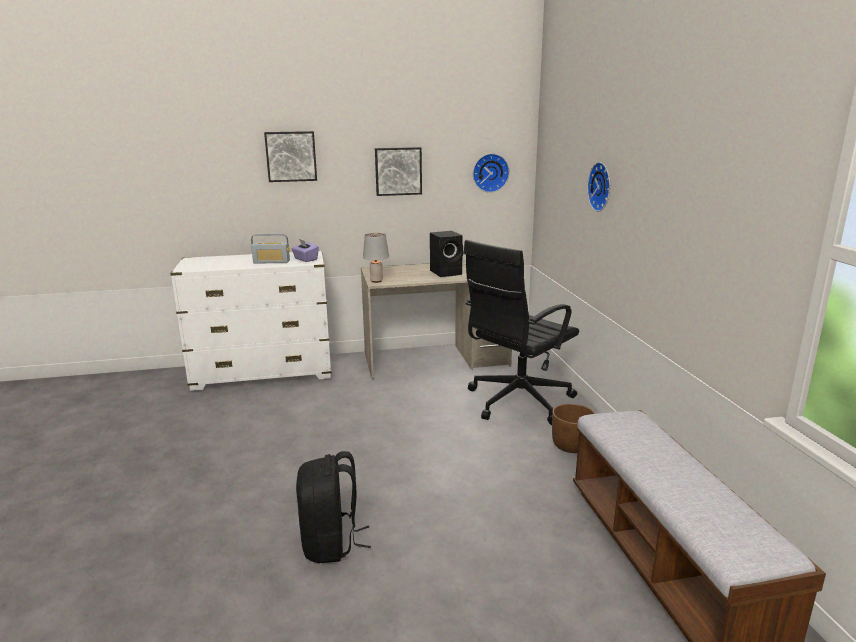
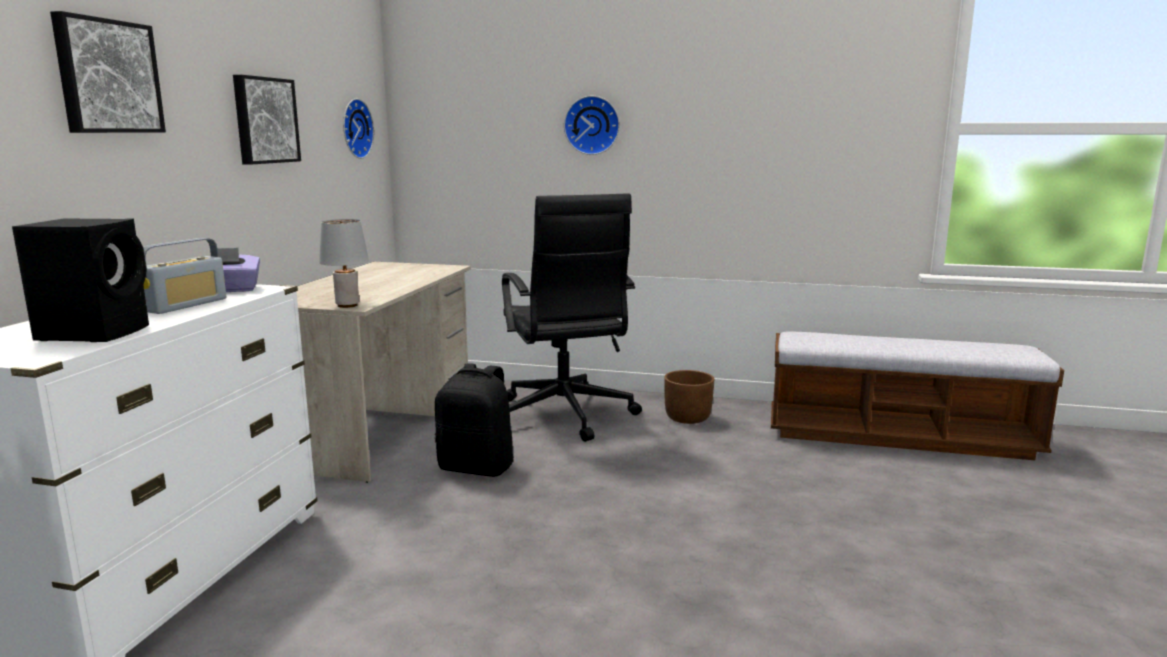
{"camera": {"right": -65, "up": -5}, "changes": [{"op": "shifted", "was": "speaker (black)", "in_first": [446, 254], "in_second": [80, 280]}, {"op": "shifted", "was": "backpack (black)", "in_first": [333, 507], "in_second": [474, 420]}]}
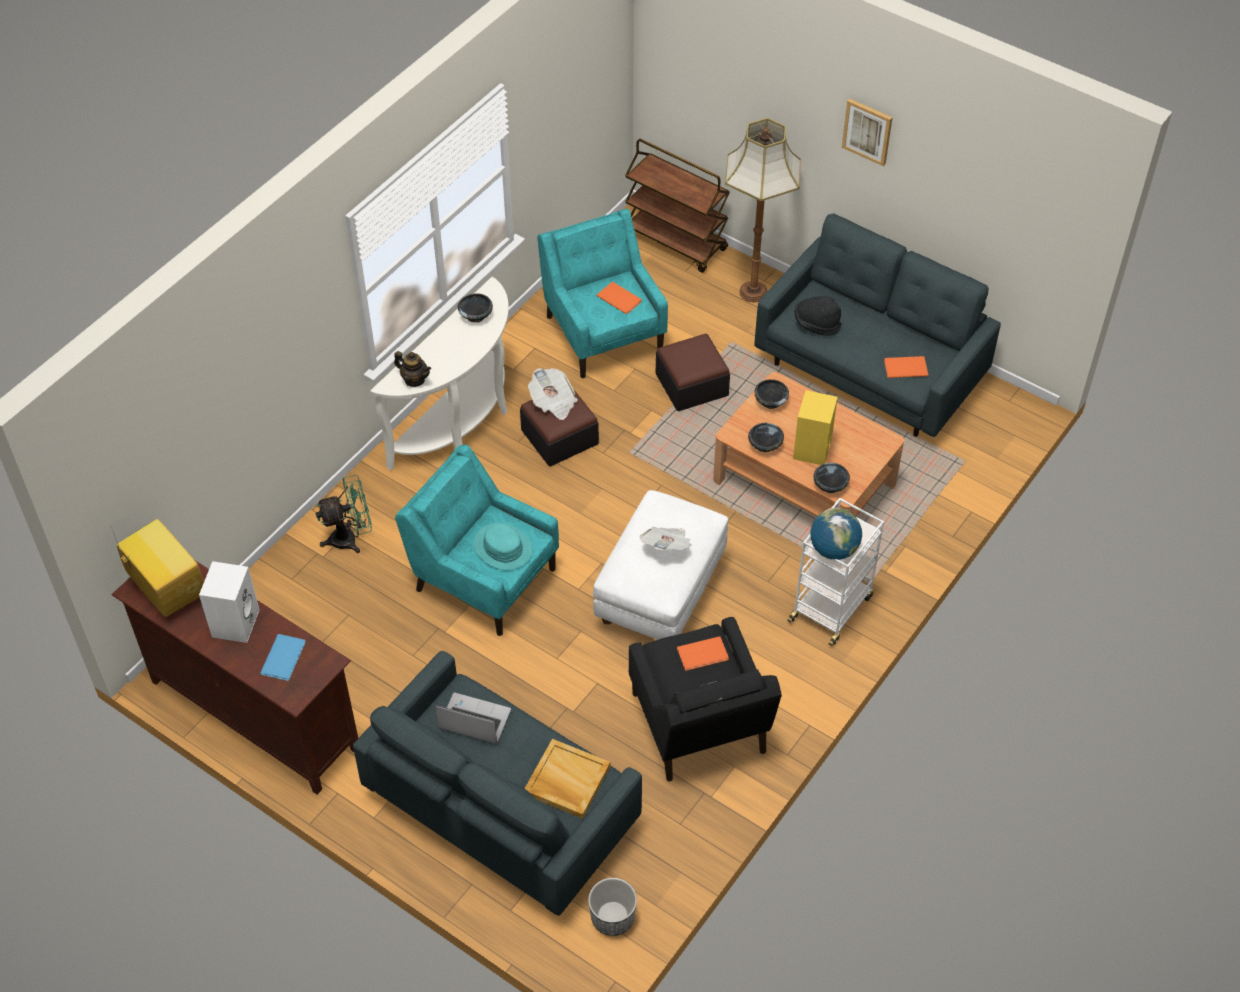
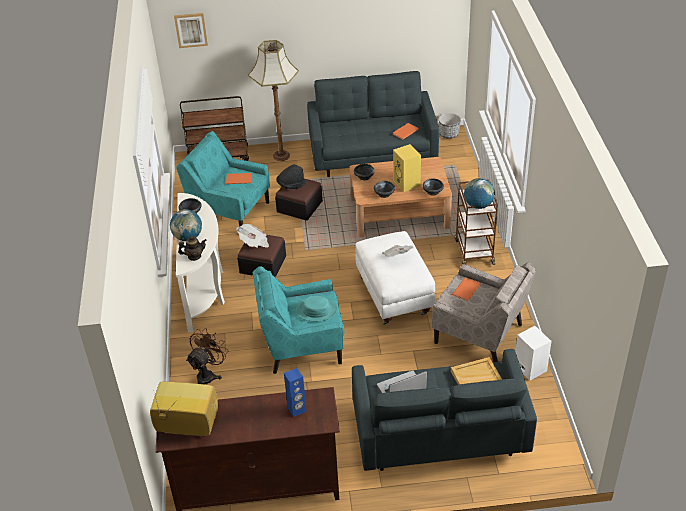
{"camera": {"right": -40, "up": -10}, "changes": [{"op": "shifted", "was": "picture", "in_first": [867, 132], "in_second": [191, 30]}, {"op": "shifted", "was": "hat (black)", "in_first": [818, 316], "in_second": [291, 177]}, {"op": "repainted", "was": "fan (green)", "now": "fan (brown)", "in_first": [343, 514], "in_second": [207, 356]}, {"op": "repainted", "was": "cart (white)", "now": "cart (brown)", "in_first": [835, 572], "in_second": [476, 222]}, {"op": "shifted", "was": "speaker (white)", "in_first": [229, 602], "in_second": [533, 353]}, {"op": "repainted", "was": "armchair (black)", "now": "armchair (beige)", "in_first": [705, 699], "in_second": [484, 312]}, {"op": "swapped", "was": "book (blue)", "now": "speaker (blue)", "in_first": [283, 657], "in_second": [295, 392]}, {"op": "shifted", "was": "planter", "in_first": [612, 907], "in_second": [450, 126]}, {"op": "new", "now": "globe", "in_second": [186, 225]}]}
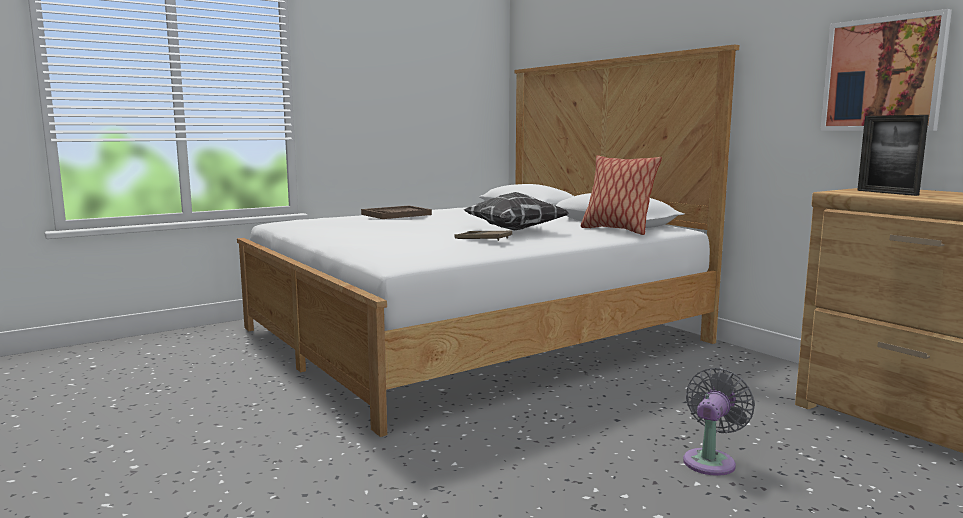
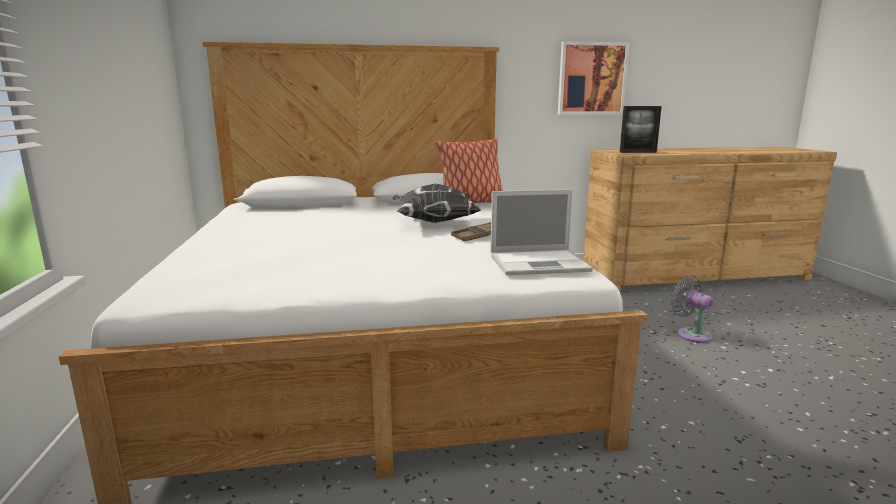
{"camera": {"right": -65, "up": 5}, "changes": [{"op": "gone", "was": "tray (brown)", "in_first": [396, 212]}, {"op": "new", "now": "laptop", "in_second": [541, 232]}]}
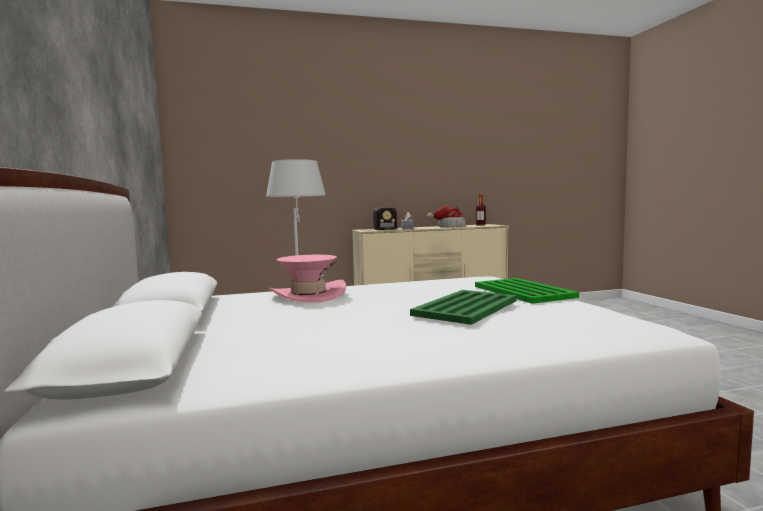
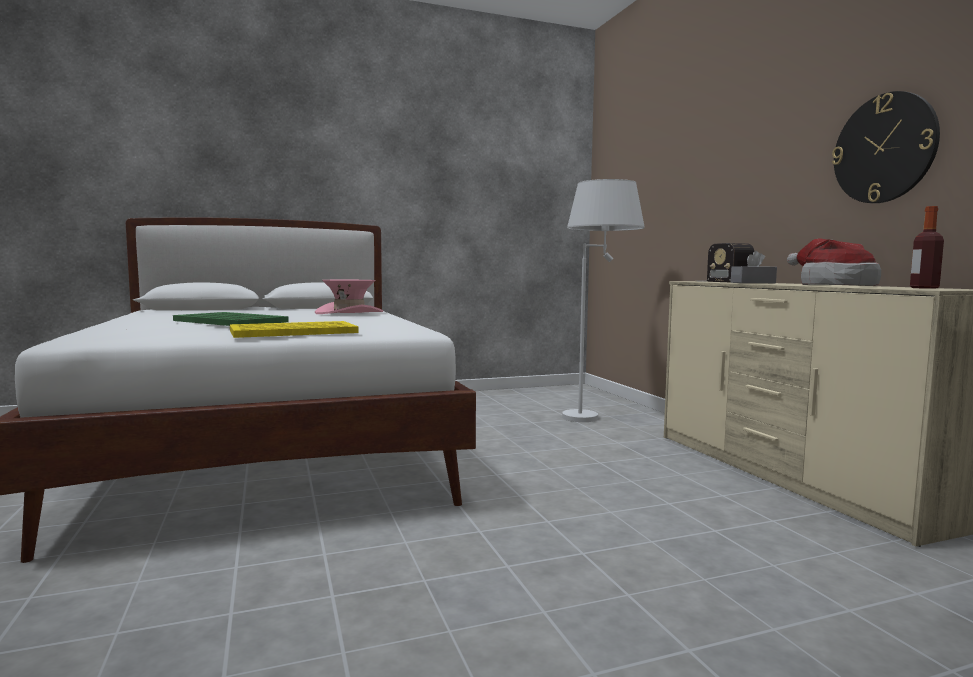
{"camera": {"right": 85, "up": 0}, "changes": [{"op": "repainted", "was": "tray (green)", "now": "tray (yellow)", "in_first": [527, 291], "in_second": [294, 329]}, {"op": "new", "now": "wall clock", "in_second": [886, 147]}]}
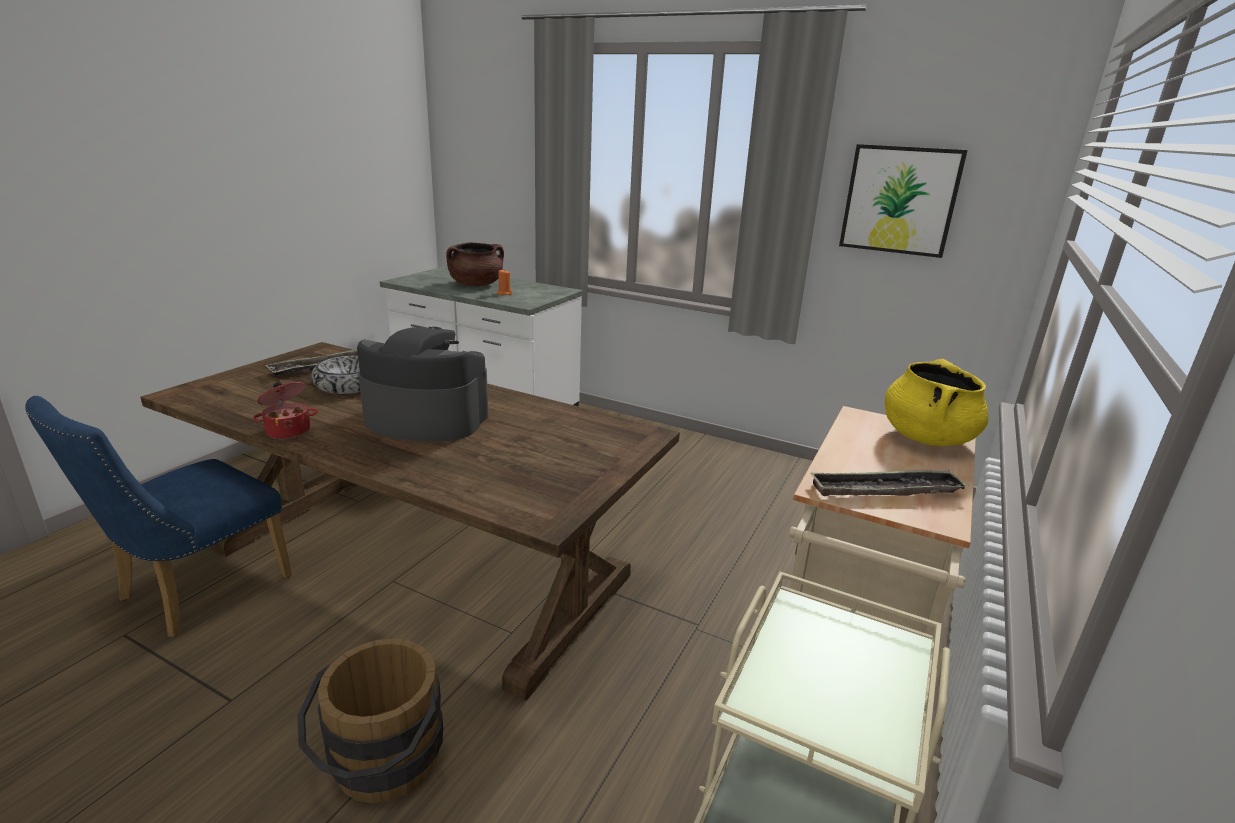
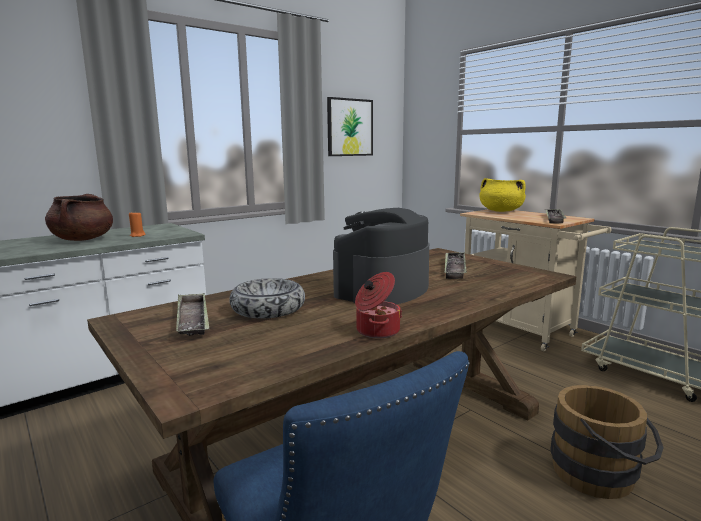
{"camera": {"right": -65, "up": -10}, "changes": [{"op": "new", "now": "tray", "in_second": [456, 265]}]}
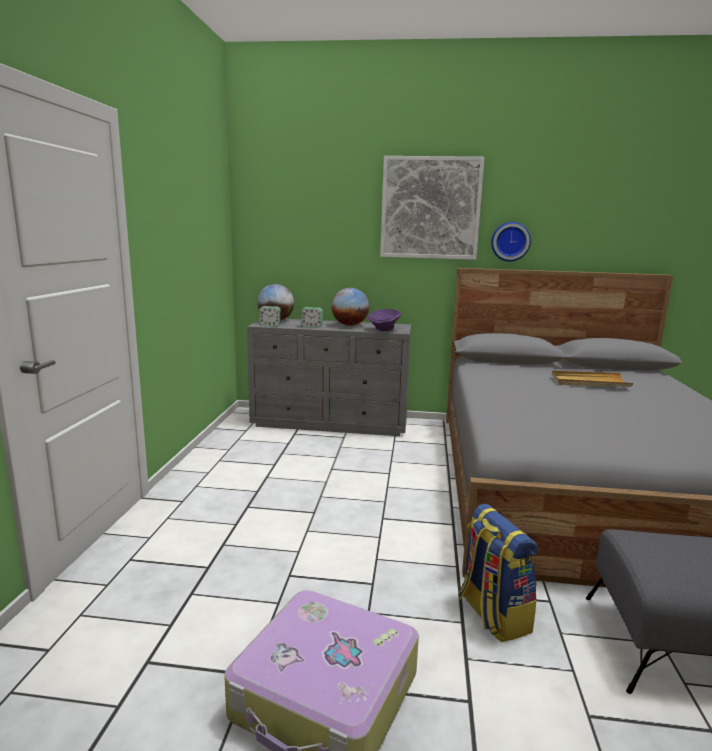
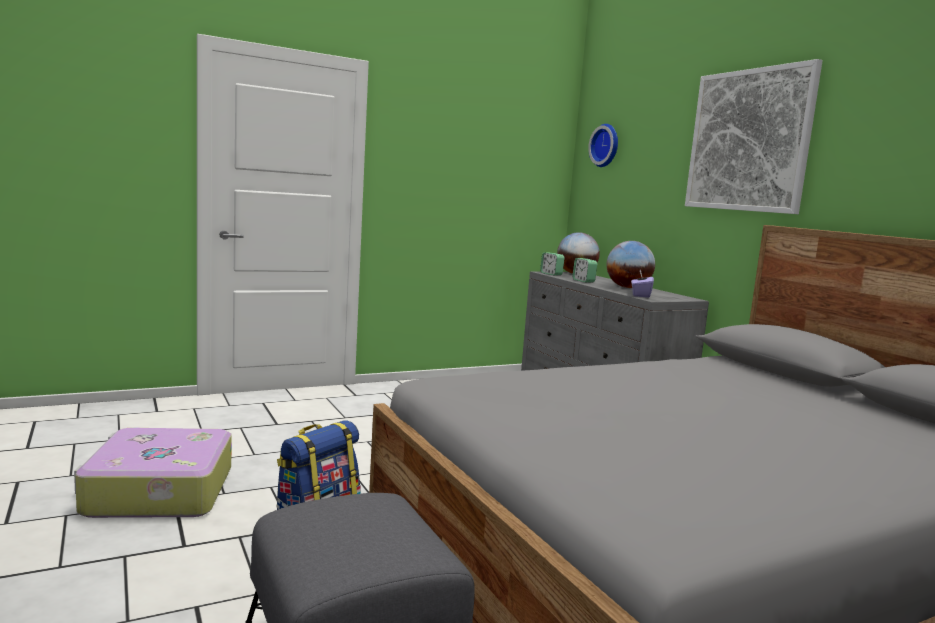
{"camera": {"right": 55, "up": -5}, "changes": [{"op": "shifted", "was": "wall clock", "in_first": [511, 242], "in_second": [603, 145]}, {"op": "swapped", "was": "bowl (purple)", "now": "tissue box (purple)", "in_first": [385, 320], "in_second": [642, 284]}, {"op": "gone", "was": "tray (beige)", "in_first": [592, 379]}]}
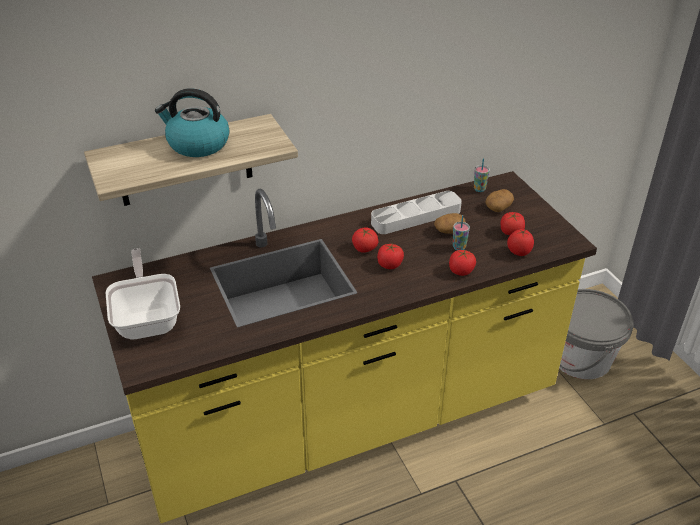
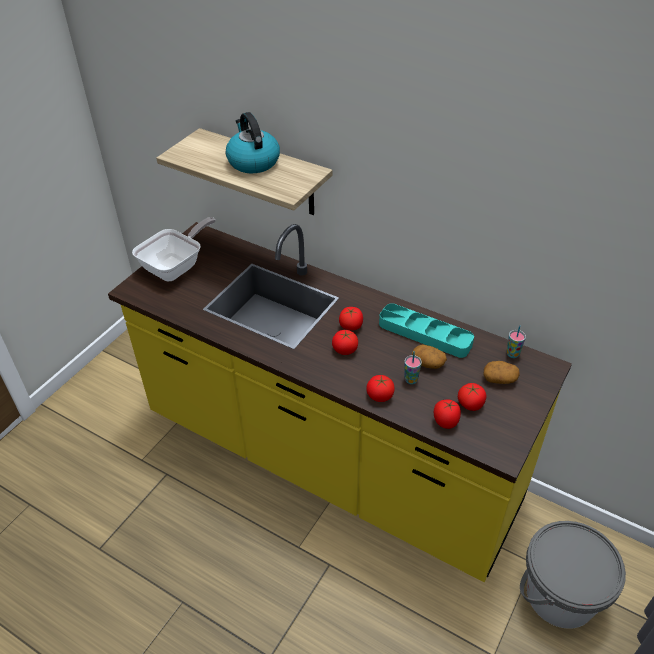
{"camera": {"right": 55, "up": 5}, "changes": [{"op": "repainted", "was": "tray (grey)", "now": "tray (turquoise)", "in_first": [416, 212], "in_second": [426, 330]}]}
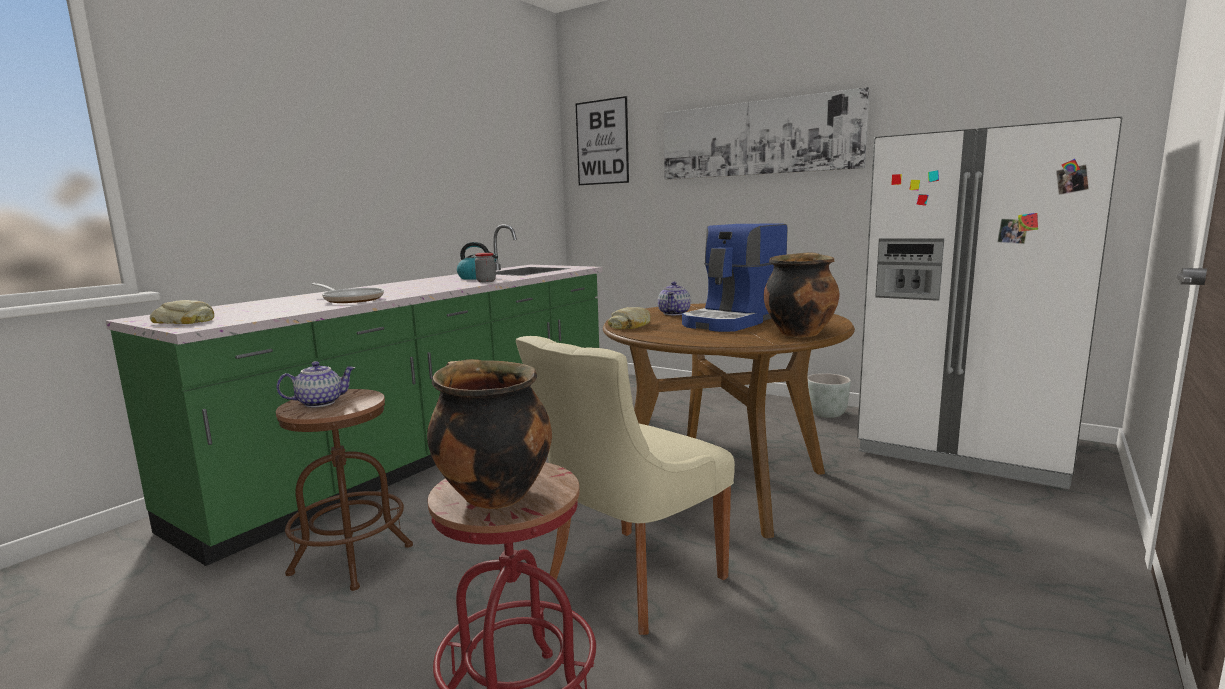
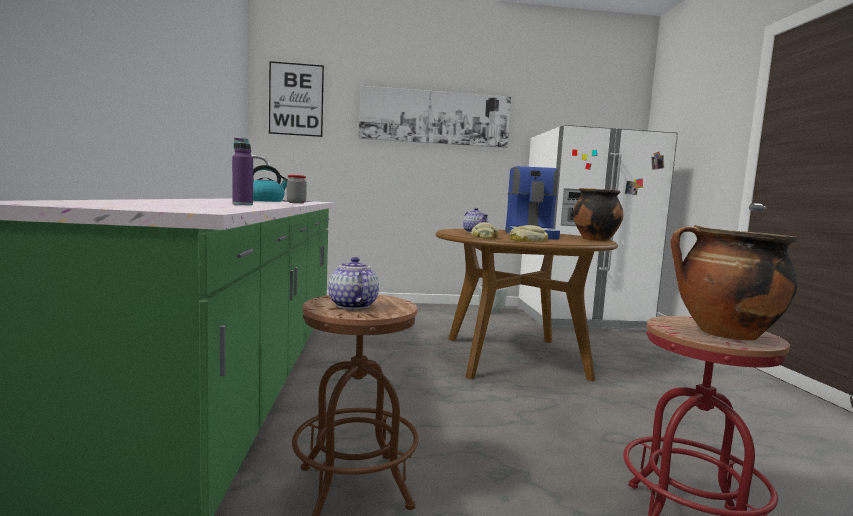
{"camera": {"right": -40, "up": -5}, "changes": [{"op": "swapped", "was": "frying pan", "now": "bottle (purple)", "in_first": [347, 293], "in_second": [242, 171]}, {"op": "shifted", "was": "bread", "in_first": [182, 312], "in_second": [528, 233]}, {"op": "gone", "was": "chair (beige)", "in_first": [625, 485]}, {"op": "rotated", "was": "teapot", "in_first": [315, 384], "in_second": [353, 283], "clockwise": -45}]}
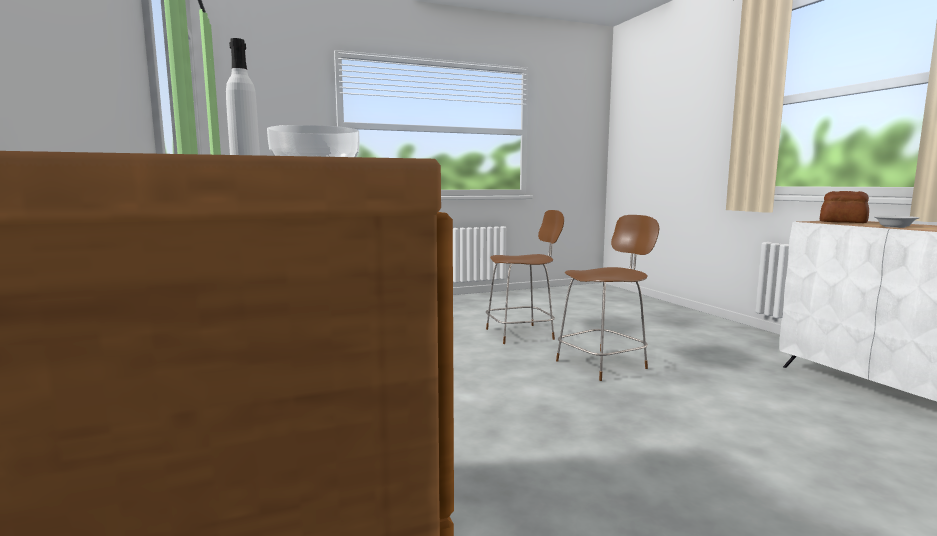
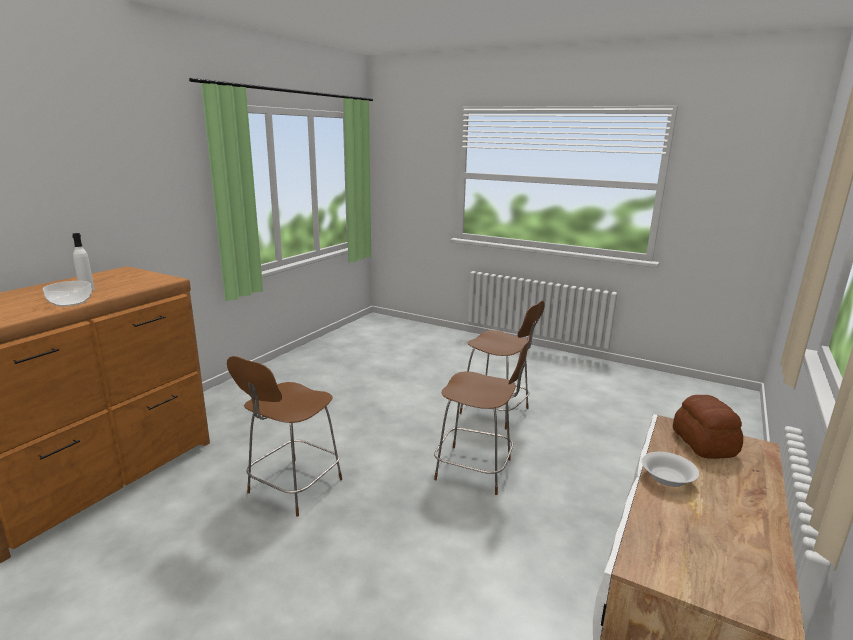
{"camera": {"right": 50, "up": 10}, "changes": [{"op": "new", "now": "chair (brown)", "in_second": [284, 436]}]}
